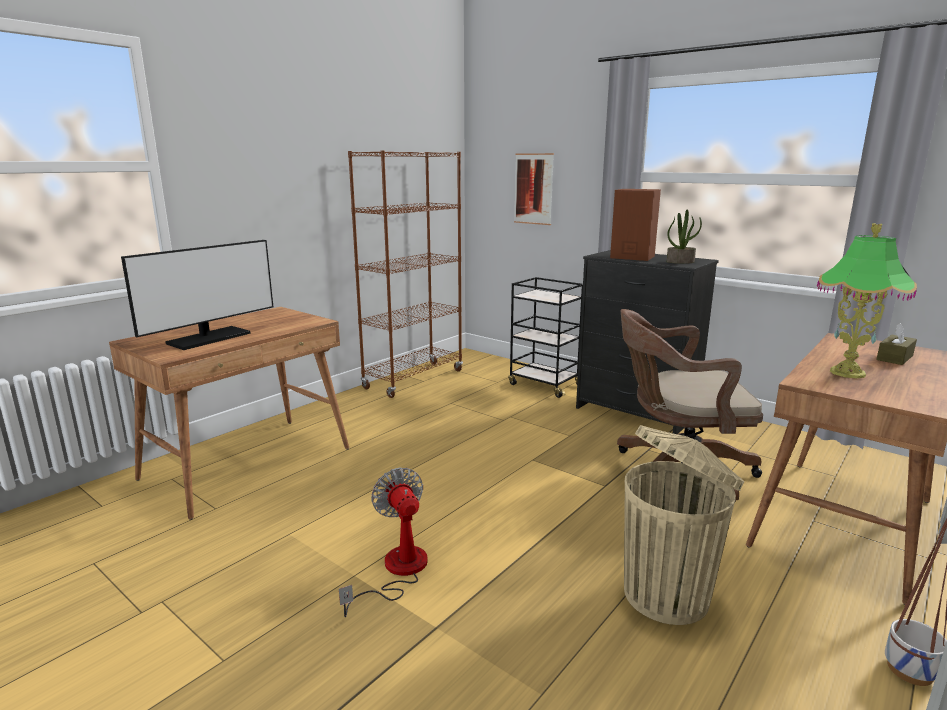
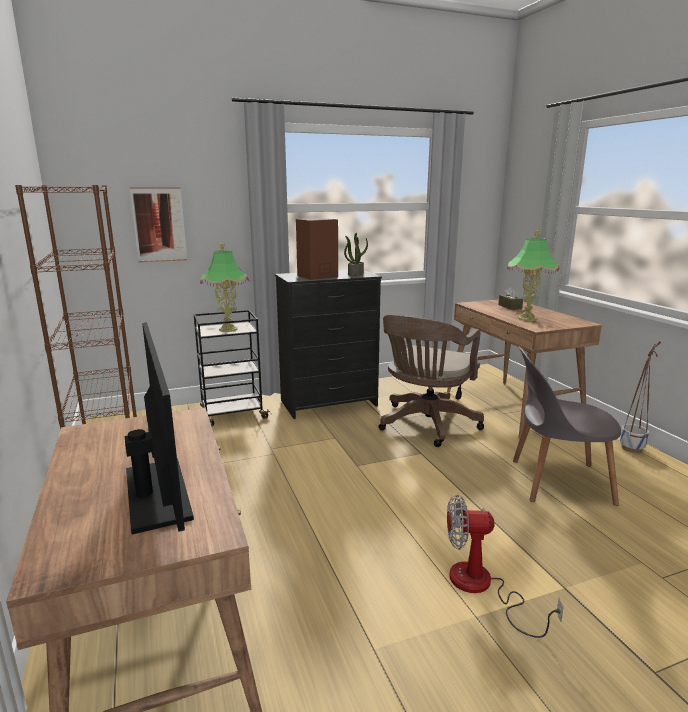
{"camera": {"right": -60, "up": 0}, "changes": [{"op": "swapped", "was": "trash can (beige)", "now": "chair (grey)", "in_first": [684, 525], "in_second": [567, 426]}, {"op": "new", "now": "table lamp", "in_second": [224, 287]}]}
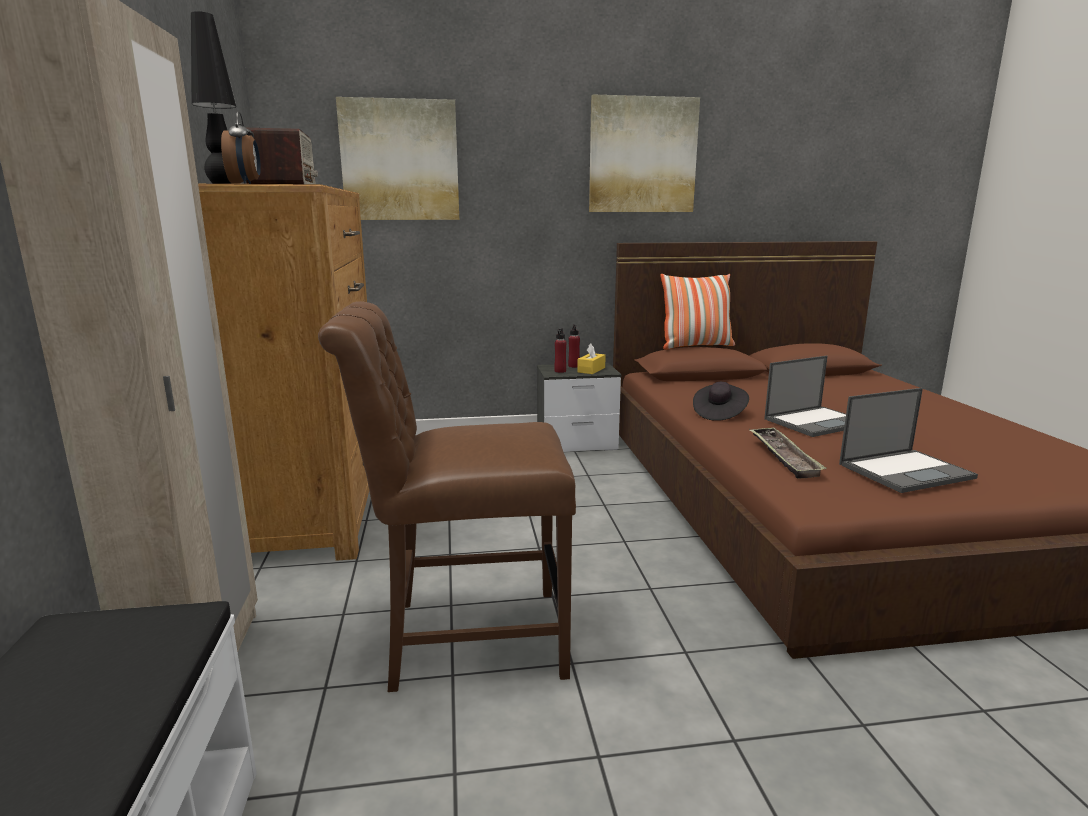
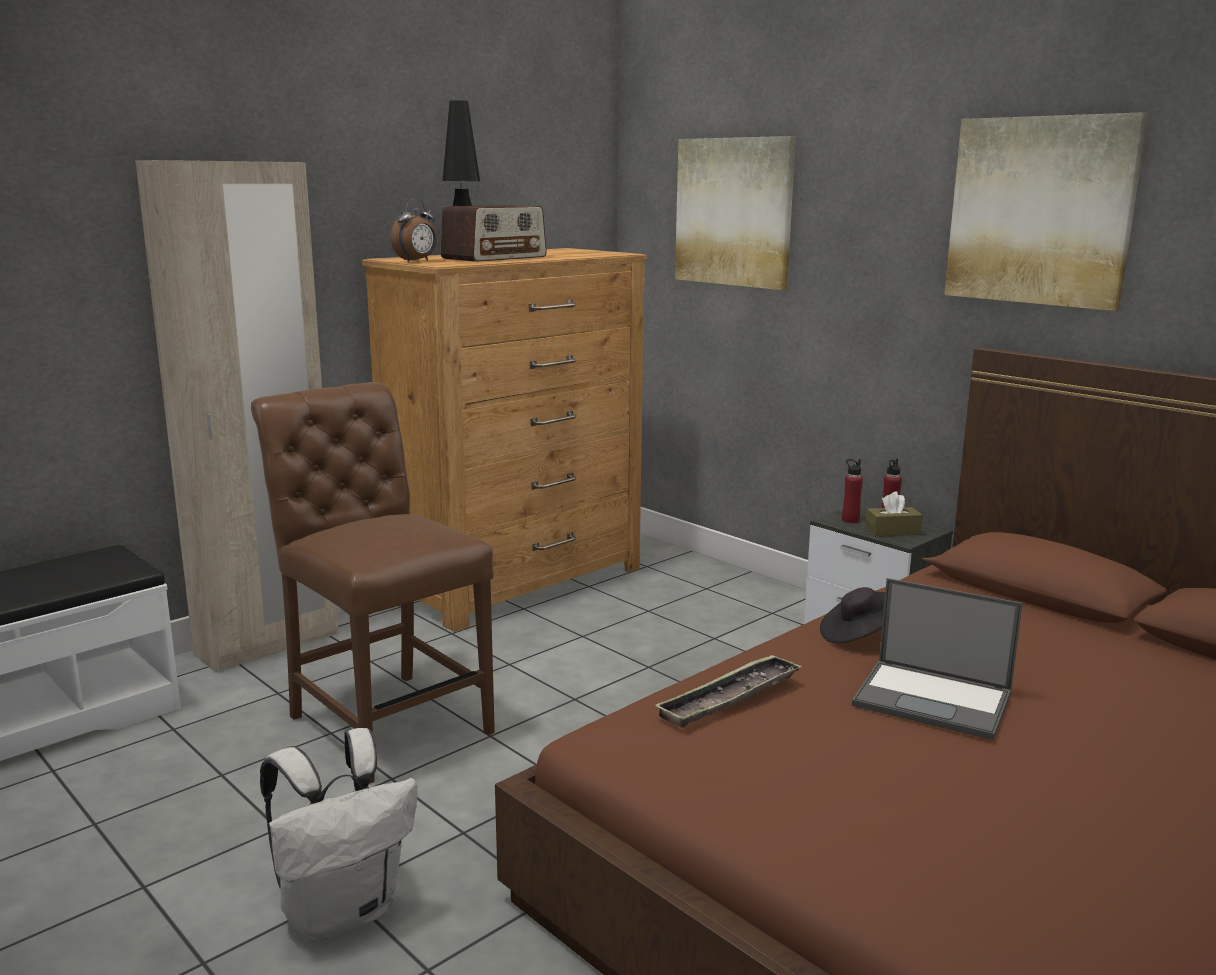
{"camera": {"right": 55, "up": 0}, "changes": [{"op": "gone", "was": "pillow", "in_first": [697, 312]}, {"op": "repainted", "was": "tissue box (yellow)", "now": "tissue box (brown)", "in_first": [591, 359], "in_second": [894, 514]}, {"op": "gone", "was": "laptop", "in_first": [908, 440]}, {"op": "new", "now": "backpack (white)", "in_second": [338, 834]}]}
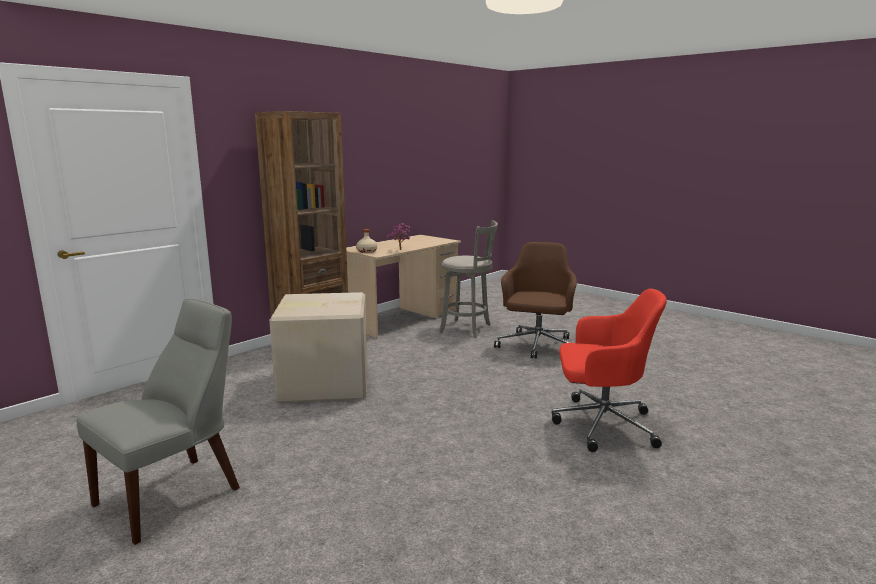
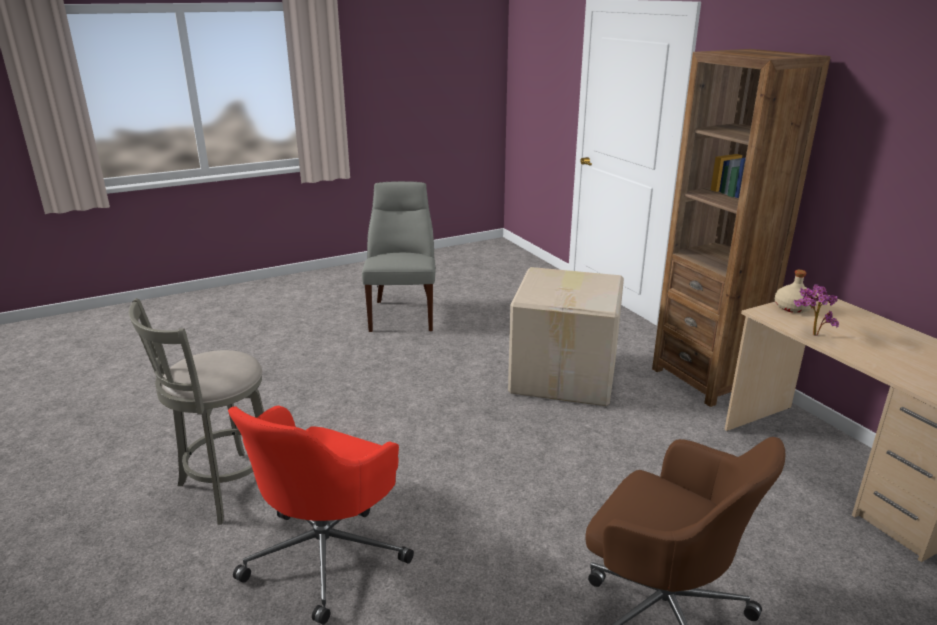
{"camera": {"right": 110, "up": 10}, "changes": [{"op": "shifted", "was": "stool (grey)", "in_first": [468, 279], "in_second": [196, 411]}, {"op": "rotated", "was": "chair (grey)", "in_first": [158, 422], "in_second": [399, 256], "clockwise": -150}]}
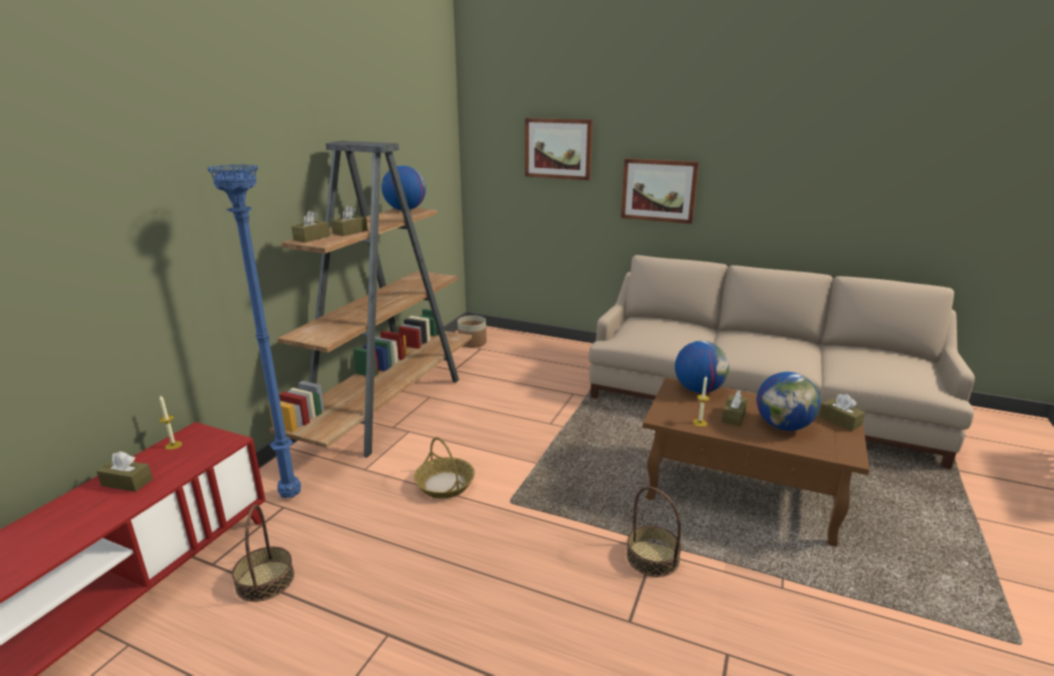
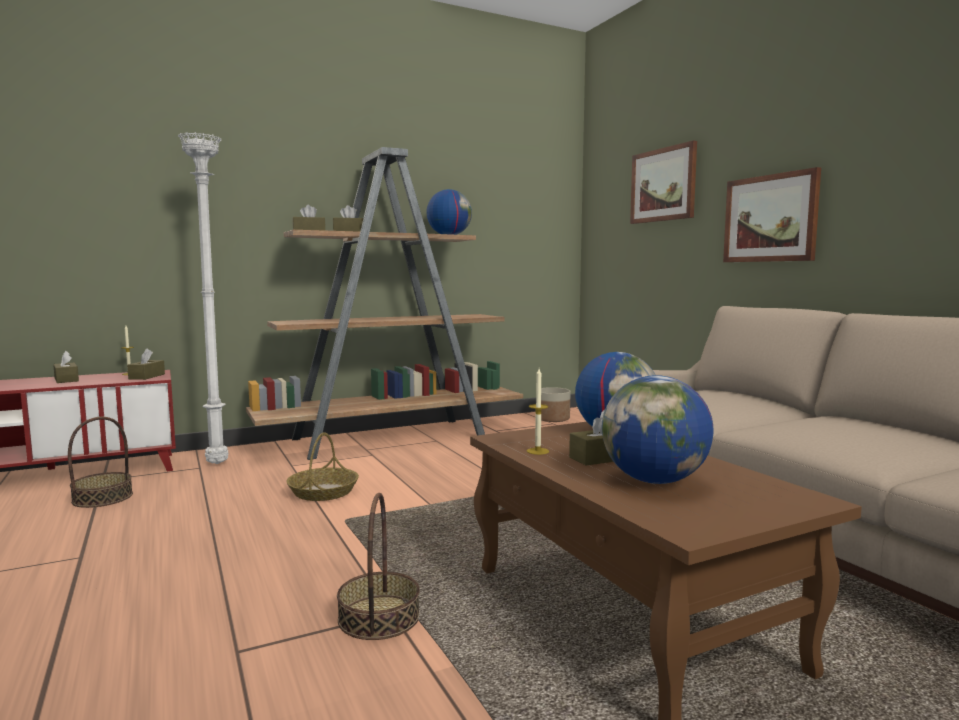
{"camera": {"right": 40, "up": -15}, "changes": [{"op": "repainted", "was": "floor lamp (blue)", "now": "floor lamp (white)", "in_first": [254, 331], "in_second": [203, 298]}, {"op": "shifted", "was": "tissue box (brown)", "in_first": [842, 412], "in_second": [146, 364]}]}
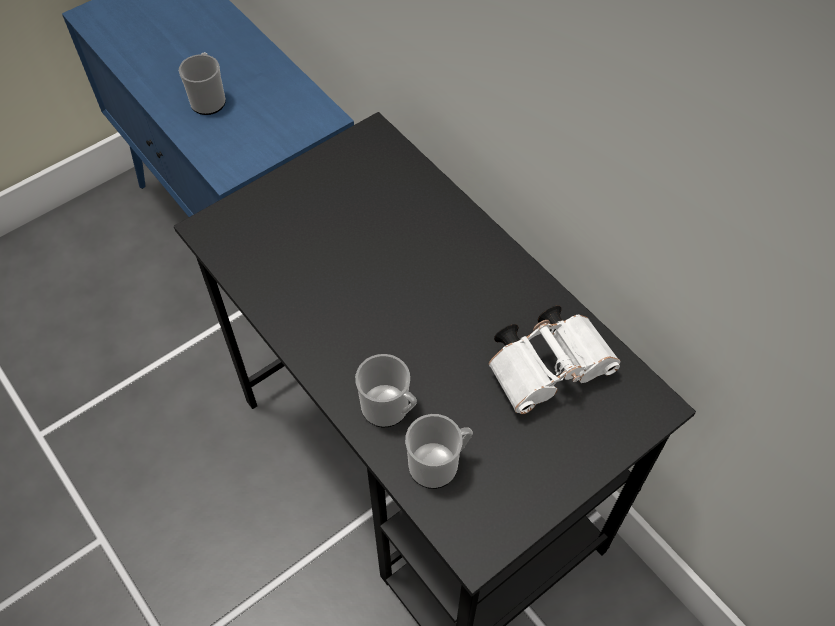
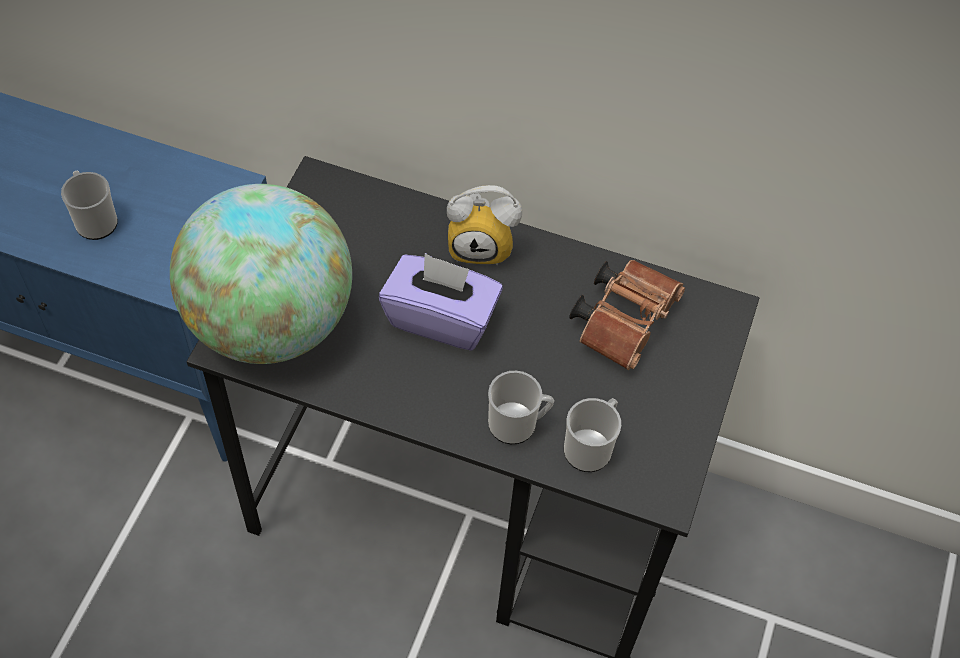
{"camera": {"right": -35, "up": 0}, "changes": [{"op": "repainted", "was": "binoculars (white)", "now": "binoculars (brown)", "in_first": [554, 359], "in_second": [627, 315]}, {"op": "new", "now": "globe", "in_second": [261, 274]}, {"op": "new", "now": "alarm clock", "in_second": [484, 225]}, {"op": "new", "now": "tissue box (purple)", "in_second": [441, 302]}]}
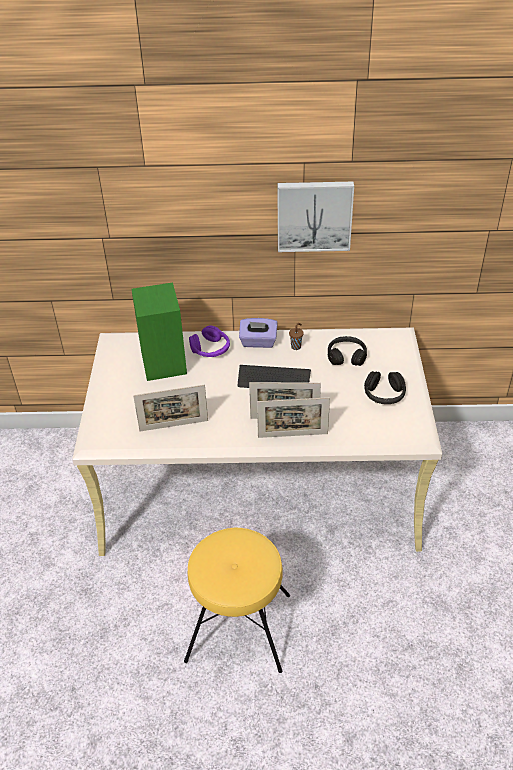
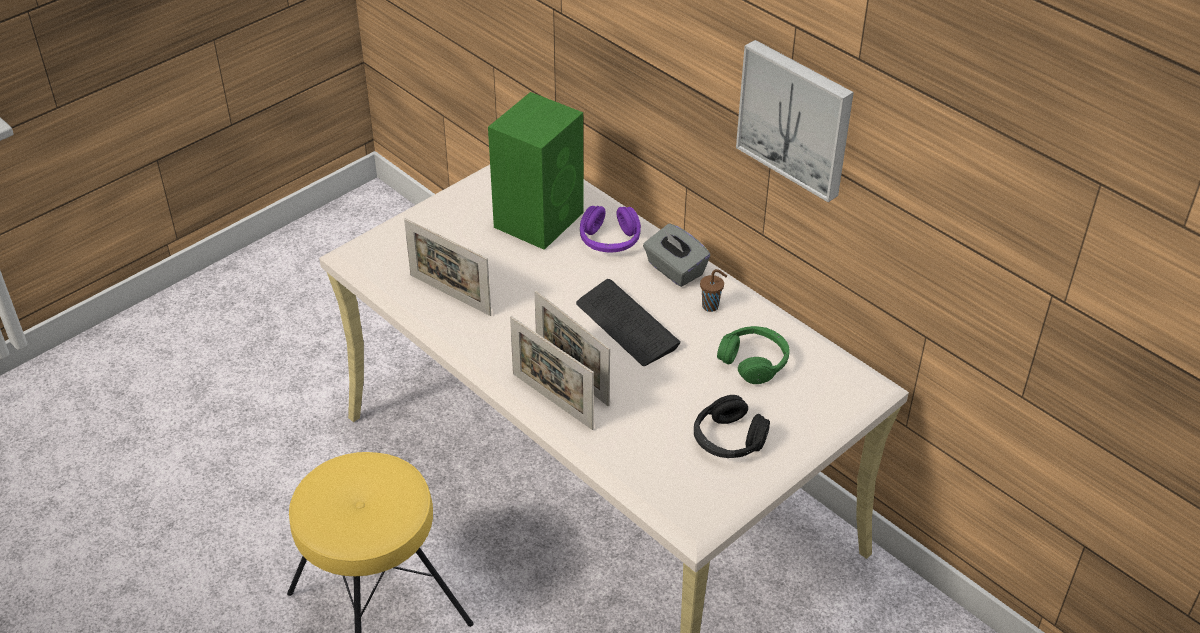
{"camera": {"right": 45, "up": 0}, "changes": [{"op": "repainted", "was": "tissue box (purple)", "now": "tissue box (grey)", "in_first": [258, 333], "in_second": [676, 255]}, {"op": "repainted", "was": "headphones (black)", "now": "headphones (green)", "in_first": [347, 351], "in_second": [753, 355]}]}
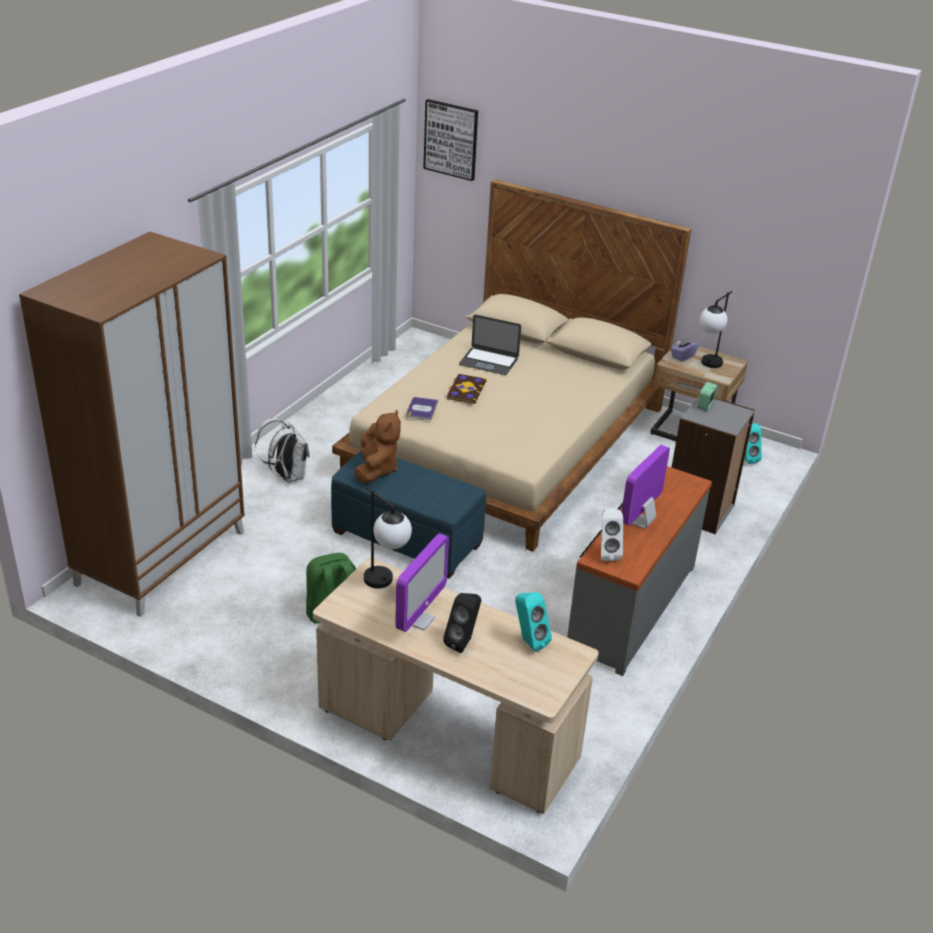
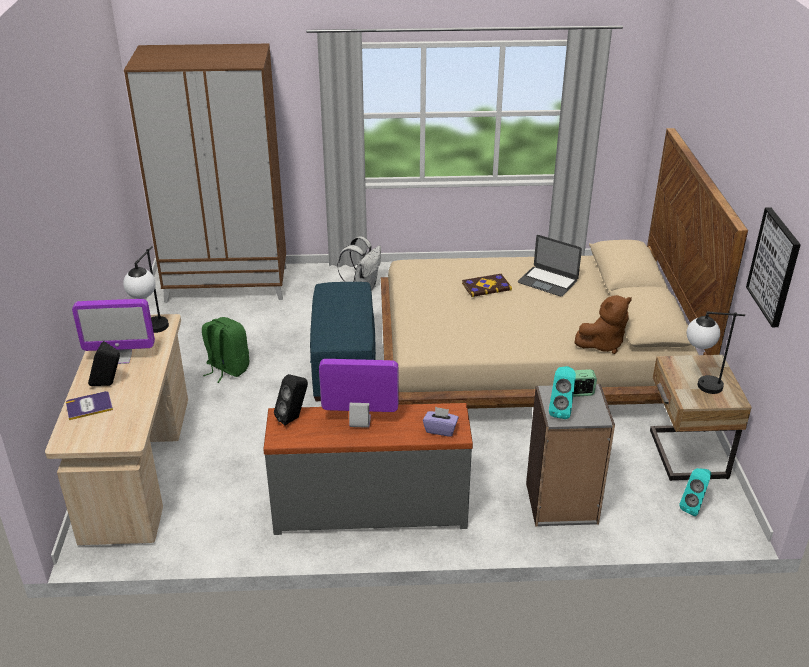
{"camera": {"right": 60, "up": 0}, "changes": [{"op": "shifted", "was": "picture", "in_first": [450, 140], "in_second": [773, 267]}, {"op": "rotated", "was": "laptop", "in_first": [490, 345], "in_second": [549, 265], "clockwise": -45}, {"op": "shifted", "was": "tissue box (purple)", "in_first": [685, 349], "in_second": [441, 422]}, {"op": "shifted", "was": "book", "in_first": [422, 408], "in_second": [89, 405]}, {"op": "shifted", "was": "plush toy (brown)", "in_first": [377, 446], "in_second": [603, 324]}, {"op": "repainted", "was": "speaker (white)", "now": "speaker (black)", "in_first": [612, 535], "in_second": [291, 400]}, {"op": "shifted", "was": "speaker (turquoise)", "in_first": [533, 622], "in_second": [562, 392]}]}
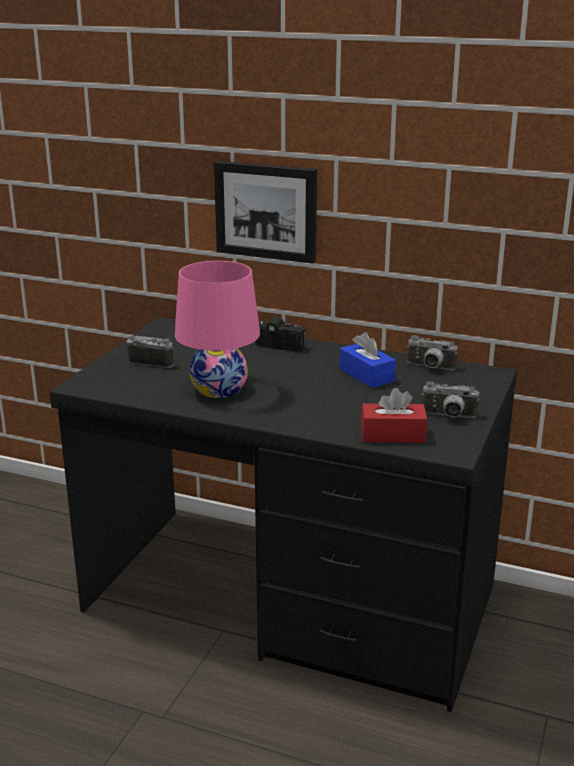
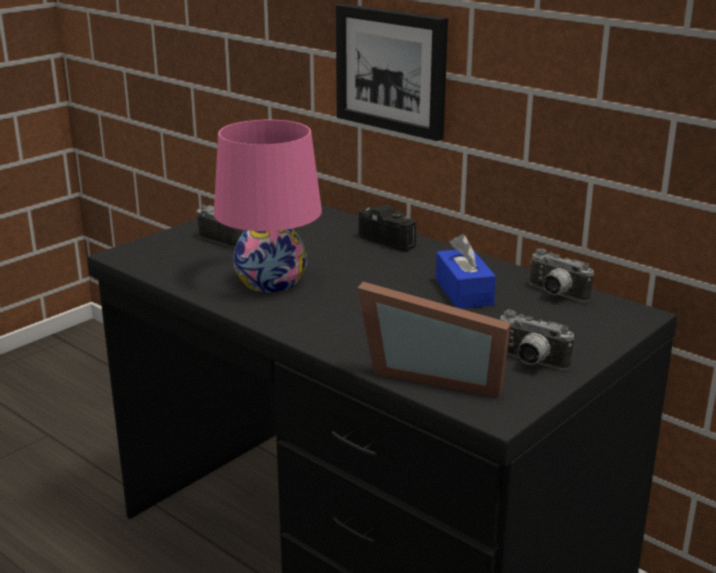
{"camera": {"right": 20, "up": 0}, "changes": [{"op": "swapped", "was": "tissue box (red)", "now": "picture frame", "in_first": [394, 415], "in_second": [434, 340]}]}
